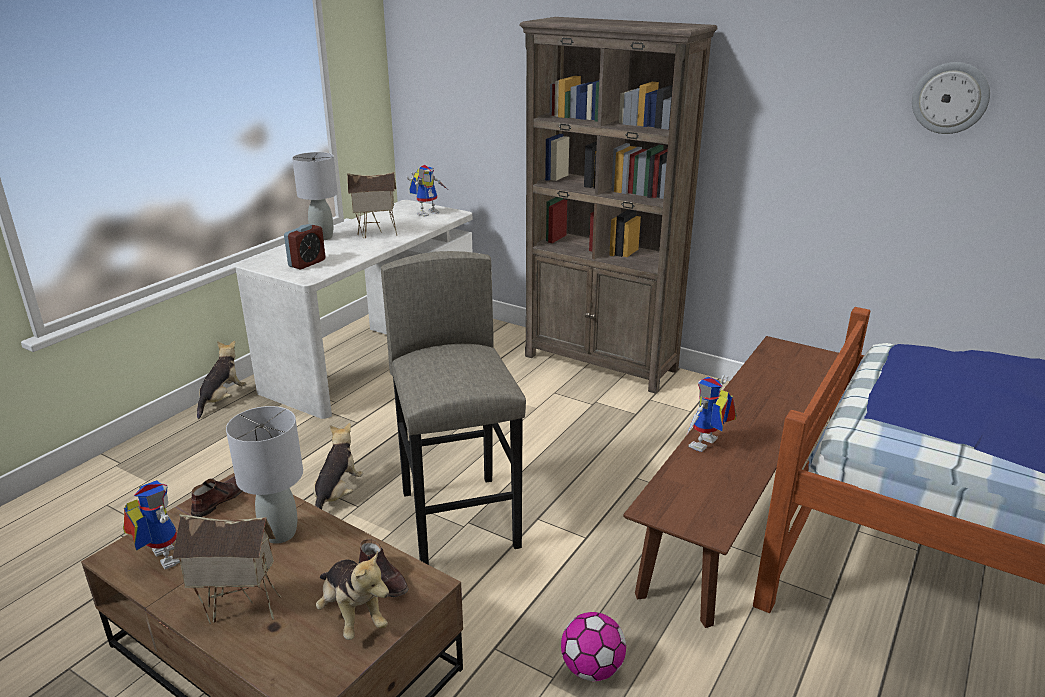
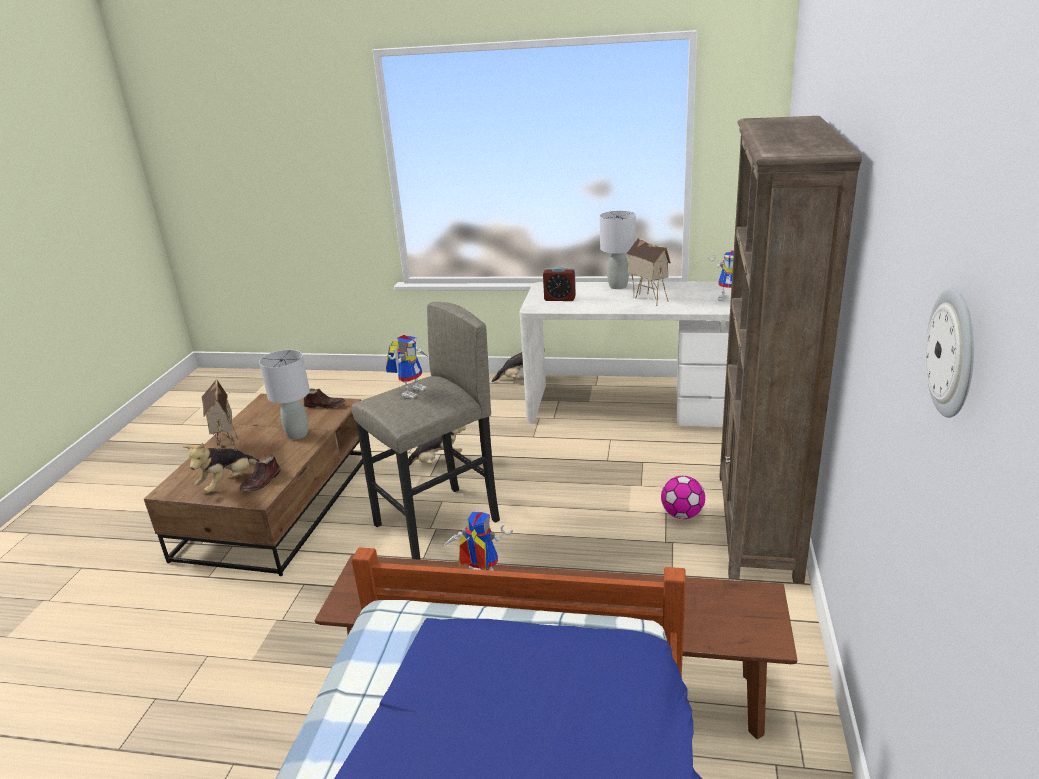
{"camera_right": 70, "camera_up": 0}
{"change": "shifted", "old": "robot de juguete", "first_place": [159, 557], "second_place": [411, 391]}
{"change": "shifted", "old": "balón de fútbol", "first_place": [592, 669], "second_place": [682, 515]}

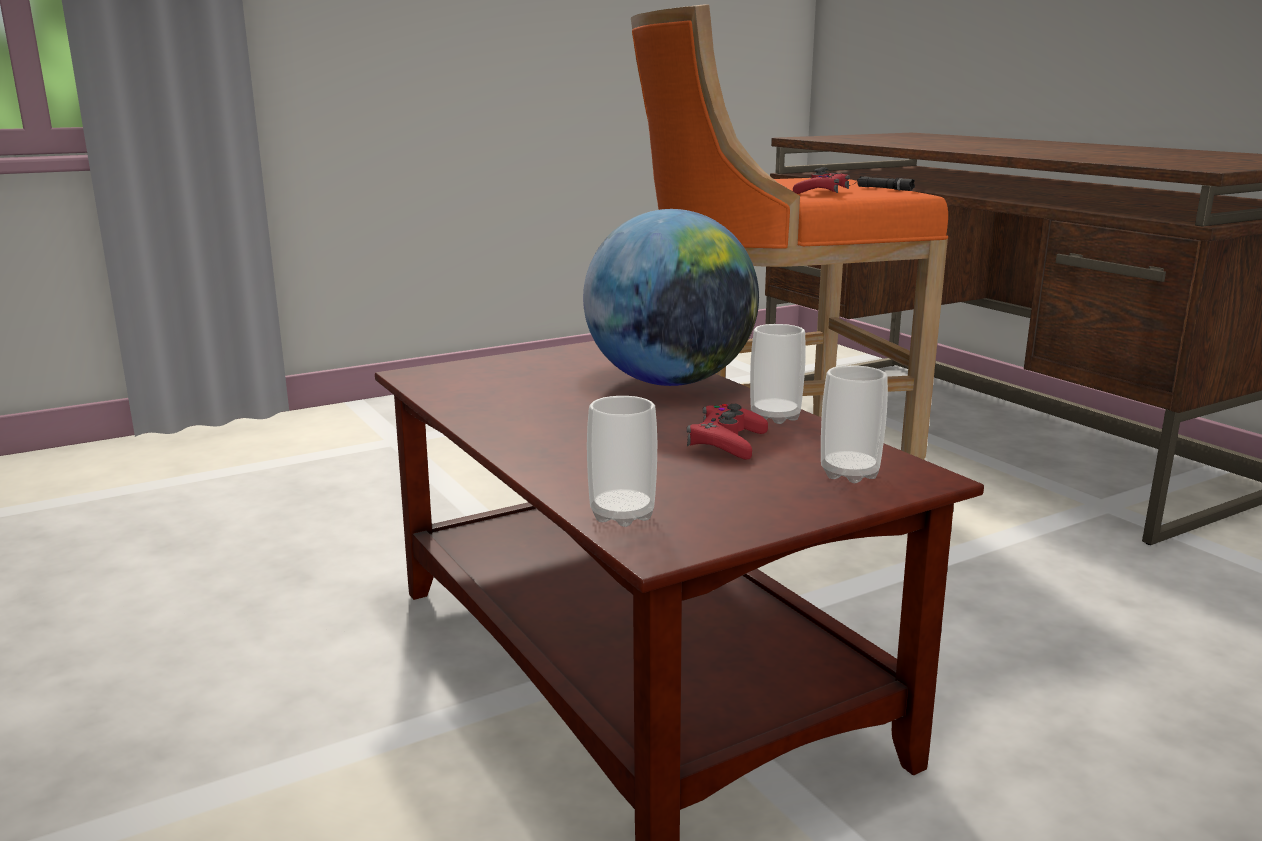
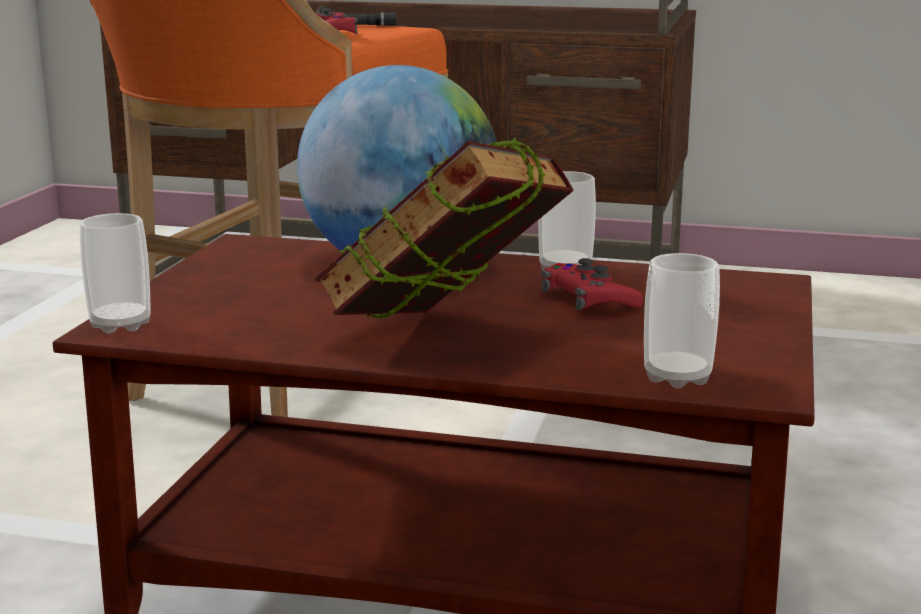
{"camera_right": -45, "camera_up": 0}
{"change": "shifted", "old": "taza", "first_place": [849, 473], "second_place": [120, 324]}
{"change": "new", "new": "libro", "second_place": [446, 337]}

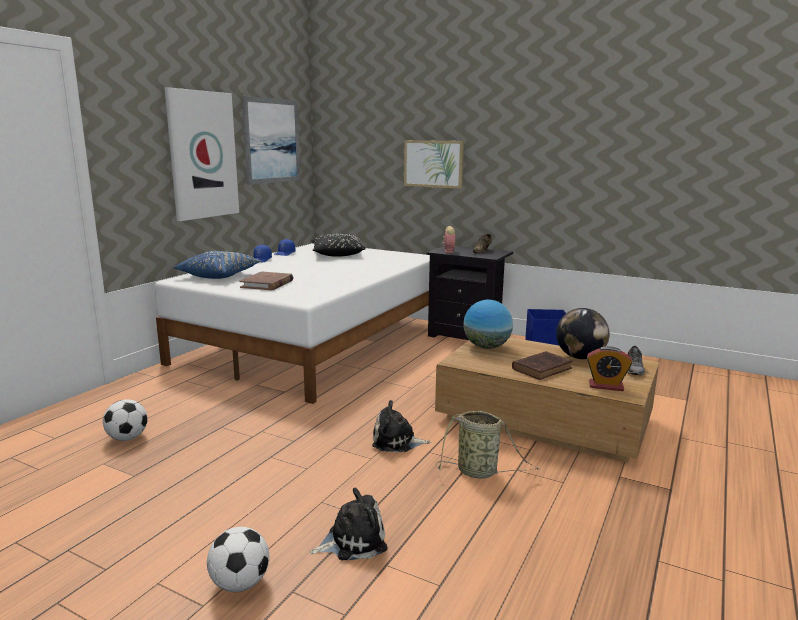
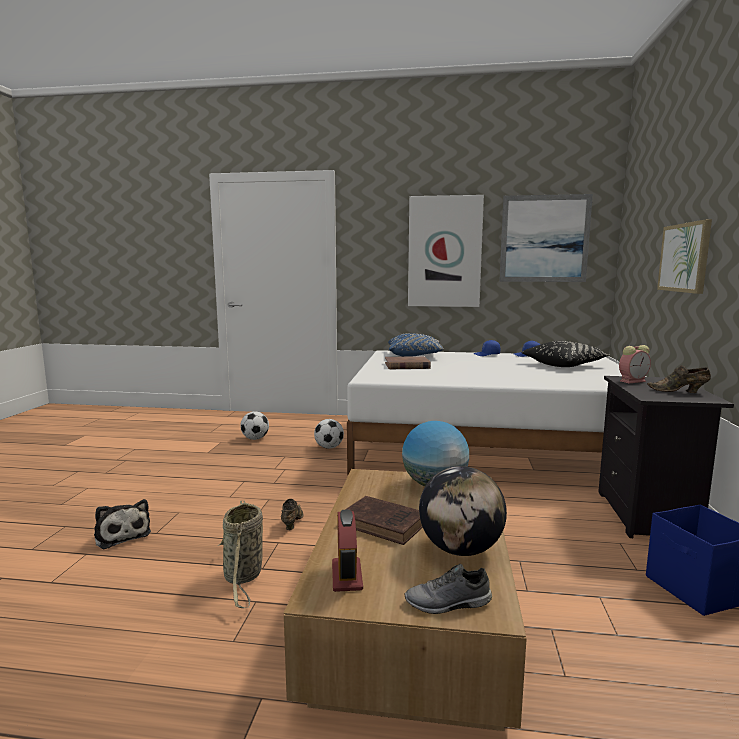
{"camera_right": 70, "camera_up": -5}
{"change": "swapped", "old": "peluche", "new": "zapato [marrón]", "first_place": [397, 442], "second_place": [292, 523]}
{"change": "shifted", "old": "balón de fútbol", "first_place": [240, 583], "second_place": [329, 447]}

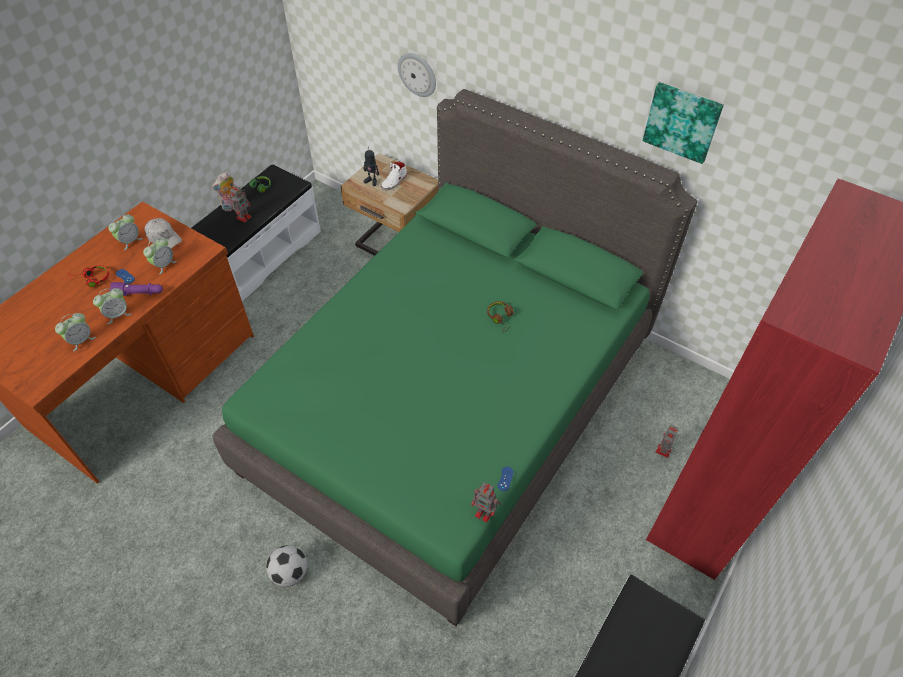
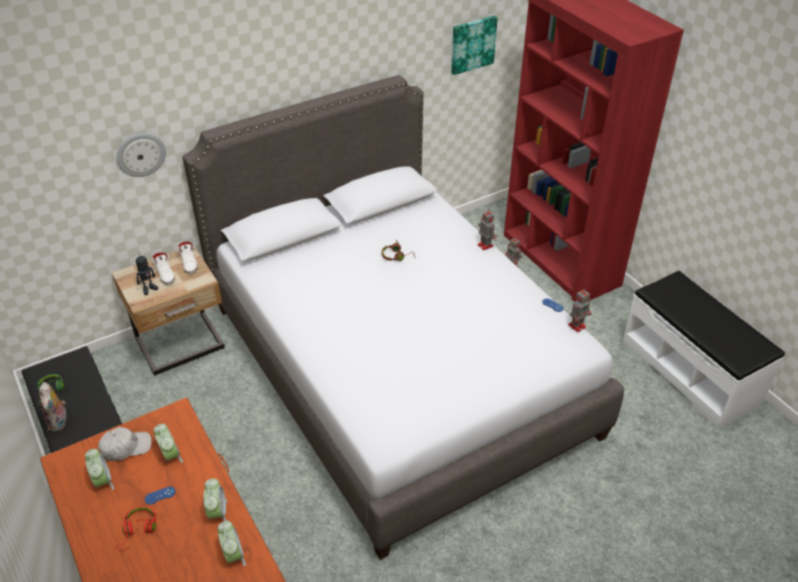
{"camera_right": -65, "camera_up": -10}
{"change": "new", "new": "zapato [blanco]", "second_place": [189, 263]}
{"change": "repainted", "old": "cama [verde]", "new": "cama [gris]", "first_place": [451, 404], "second_place": [397, 369]}
{"change": "shifted", "old": "cuadro", "first_place": [682, 121], "second_place": [472, 44]}
{"change": "shifted", "old": "robot de juguete", "first_place": [244, 217], "second_place": [485, 245]}
{"change": "gone", "old": "linterna [morado]", "first_place": [139, 293]}
{"change": "gone", "old": "balón de fútbol", "first_place": [290, 573]}

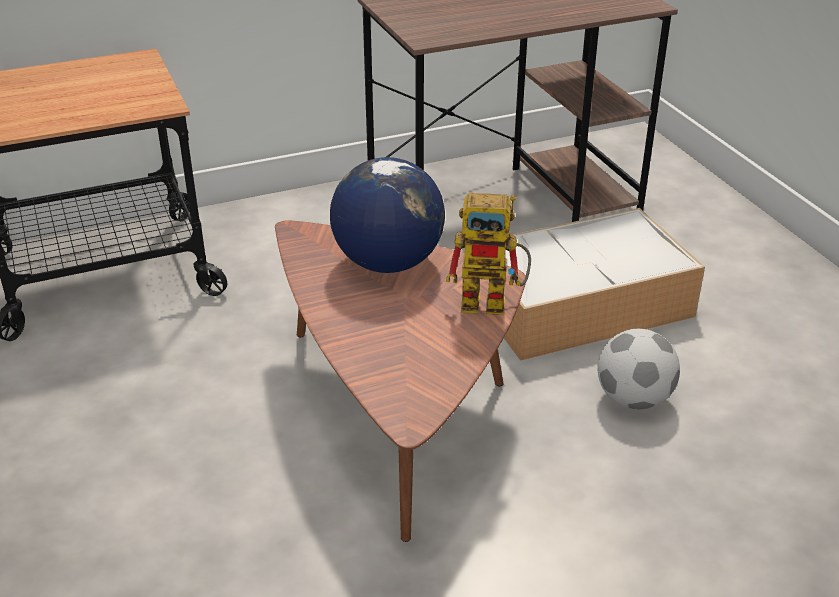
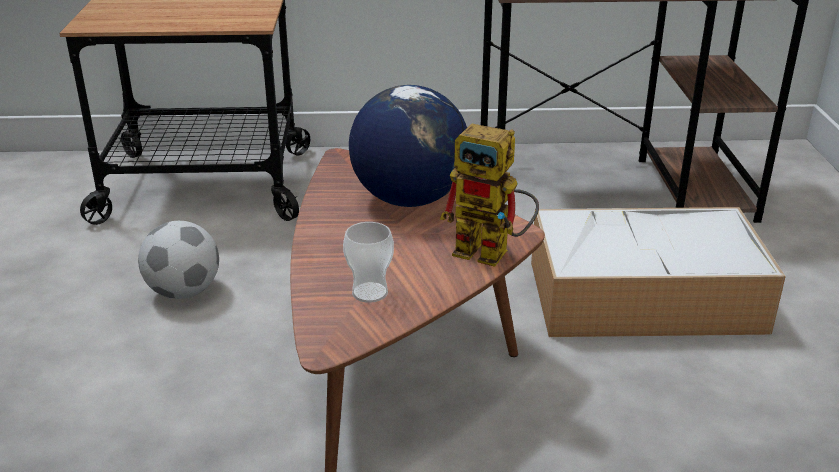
{"camera_right": 20, "camera_up": -5}
{"change": "shifted", "old": "balón de fútbol", "first_place": [633, 399], "second_place": [184, 292]}
{"change": "new", "new": "taza", "second_place": [370, 292]}

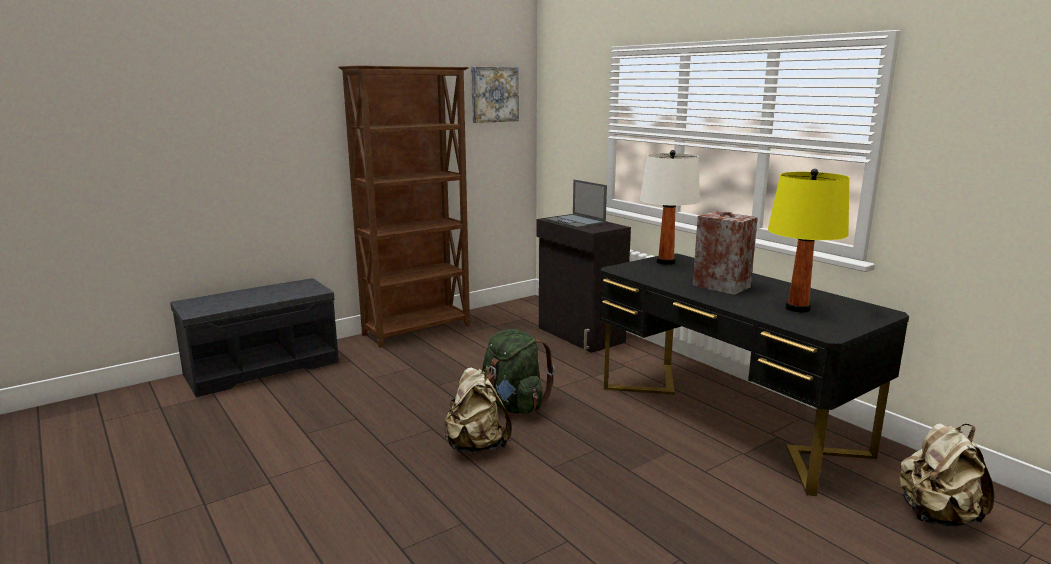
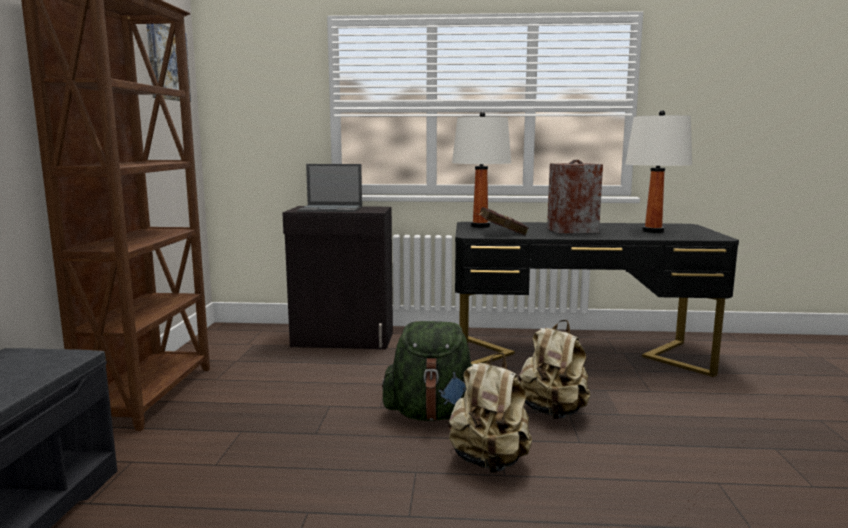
{"camera_right": -50, "camera_up": -5}
{"change": "new", "new": "libro [rojo]", "second_place": [500, 233]}
{"change": "shifted", "old": "mochila [beis]", "first_place": [936, 516], "second_place": [553, 412]}
{"change": "repainted", "old": "lámpara de mesa [amarillo]", "new": "lámpara de mesa [blanco]", "first_place": [798, 308], "second_place": [653, 231]}

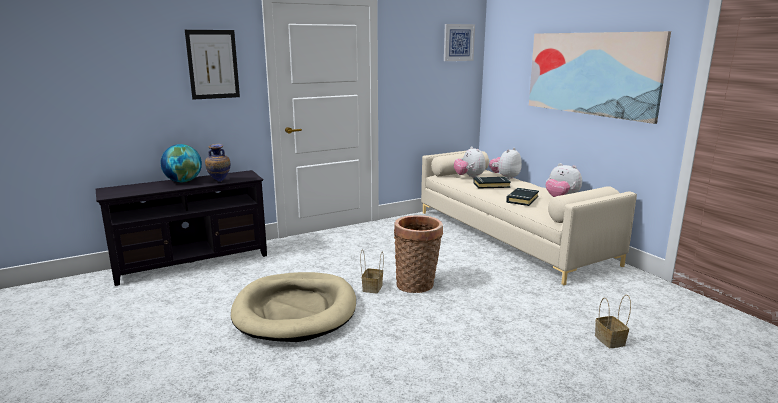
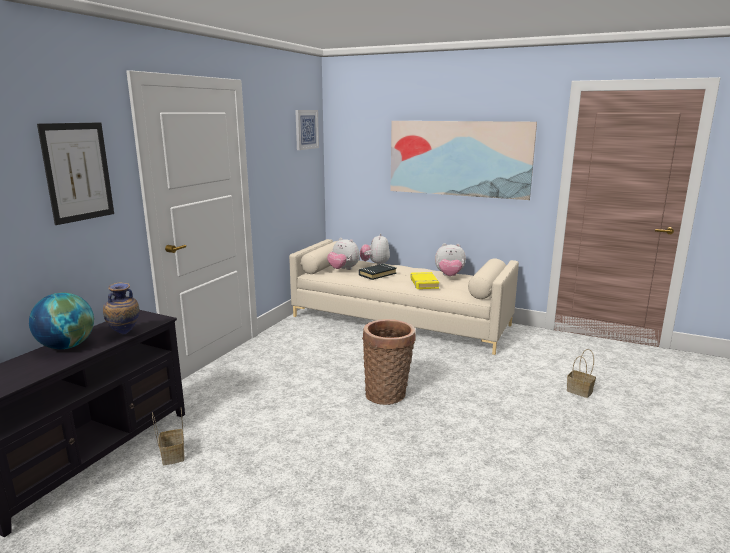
{"camera_right": -35, "camera_up": 0}
{"change": "shifted", "old": "cesta", "first_place": [372, 287], "second_place": [172, 455]}
{"change": "repainted", "old": "libro [negro]", "new": "libro [amarillo]", "first_place": [522, 199], "second_place": [424, 283]}
{"change": "gone", "old": "cama para perro [beis]", "first_place": [295, 310]}

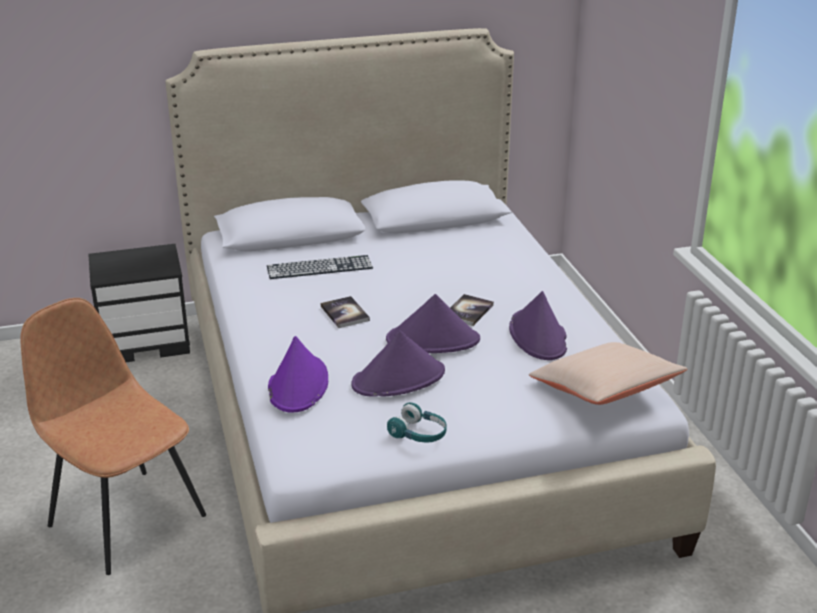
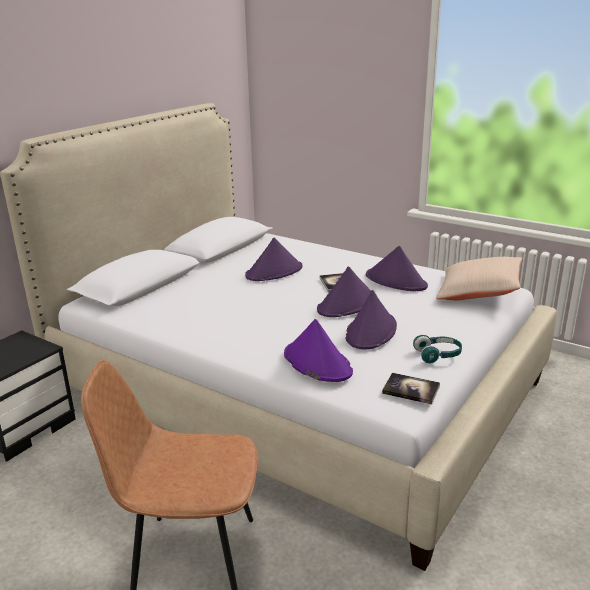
{"camera_right": -40, "camera_up": -5}
{"change": "new", "new": "sombrero [morado]", "second_place": [274, 272]}
{"change": "shifted", "old": "libro", "first_place": [345, 313], "second_place": [411, 389]}
{"change": "gone", "old": "teclado", "first_place": [319, 267]}

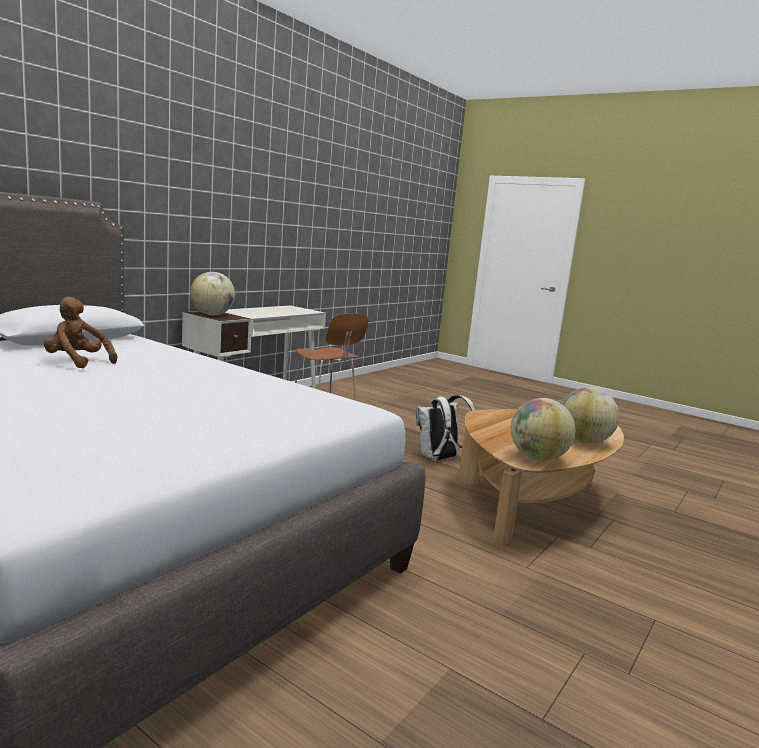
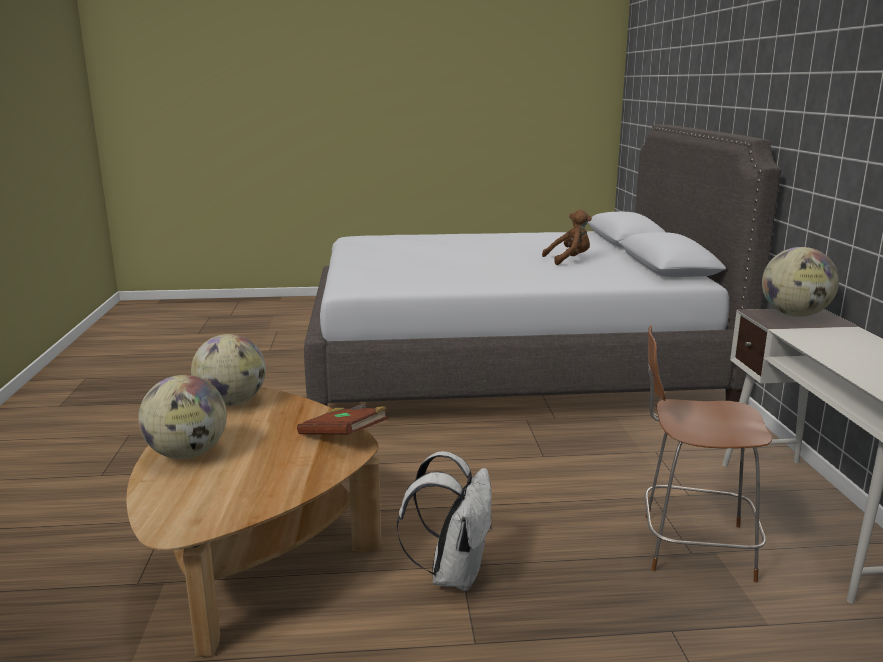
{"camera_right": 140, "camera_up": 5}
{"change": "new", "new": "libro [marrón]", "second_place": [344, 437]}

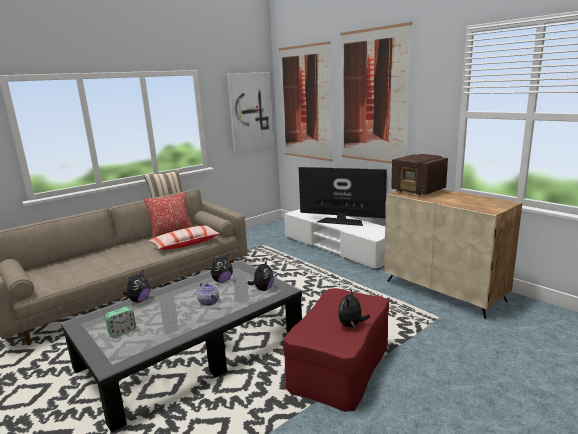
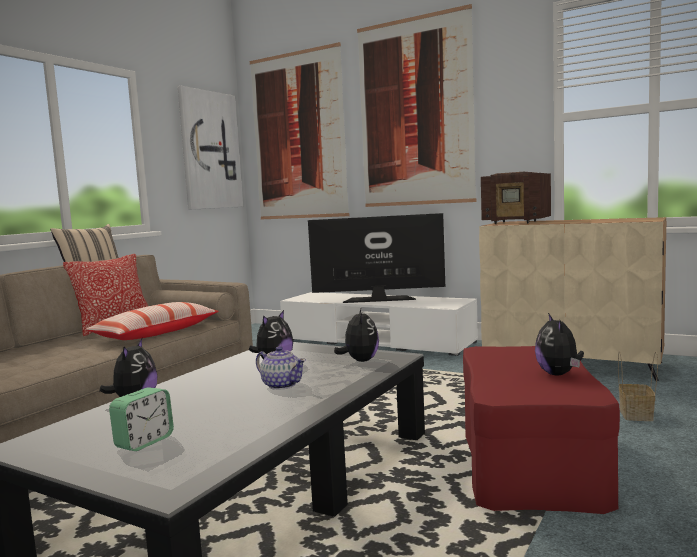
{"camera_right": -20, "camera_up": -10}
{"change": "new", "new": "cesta", "second_place": [637, 415]}

